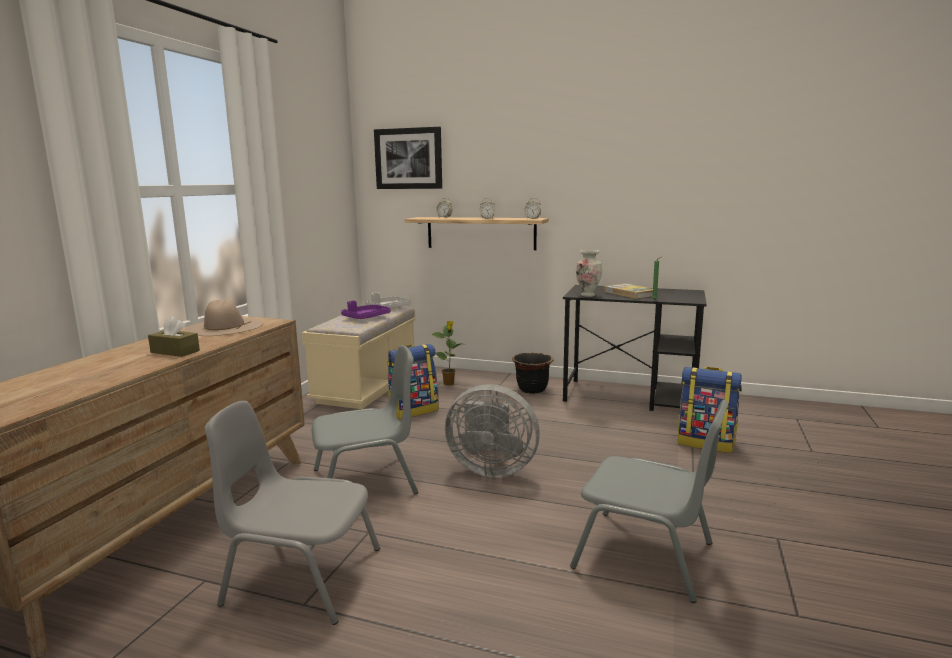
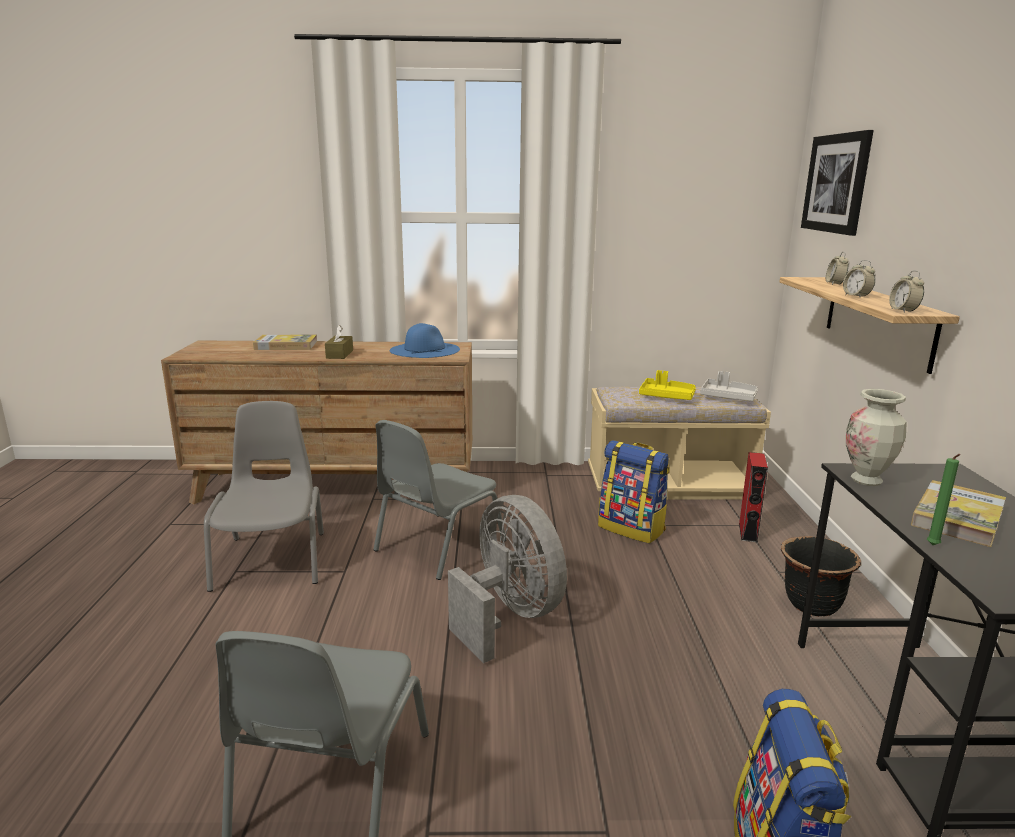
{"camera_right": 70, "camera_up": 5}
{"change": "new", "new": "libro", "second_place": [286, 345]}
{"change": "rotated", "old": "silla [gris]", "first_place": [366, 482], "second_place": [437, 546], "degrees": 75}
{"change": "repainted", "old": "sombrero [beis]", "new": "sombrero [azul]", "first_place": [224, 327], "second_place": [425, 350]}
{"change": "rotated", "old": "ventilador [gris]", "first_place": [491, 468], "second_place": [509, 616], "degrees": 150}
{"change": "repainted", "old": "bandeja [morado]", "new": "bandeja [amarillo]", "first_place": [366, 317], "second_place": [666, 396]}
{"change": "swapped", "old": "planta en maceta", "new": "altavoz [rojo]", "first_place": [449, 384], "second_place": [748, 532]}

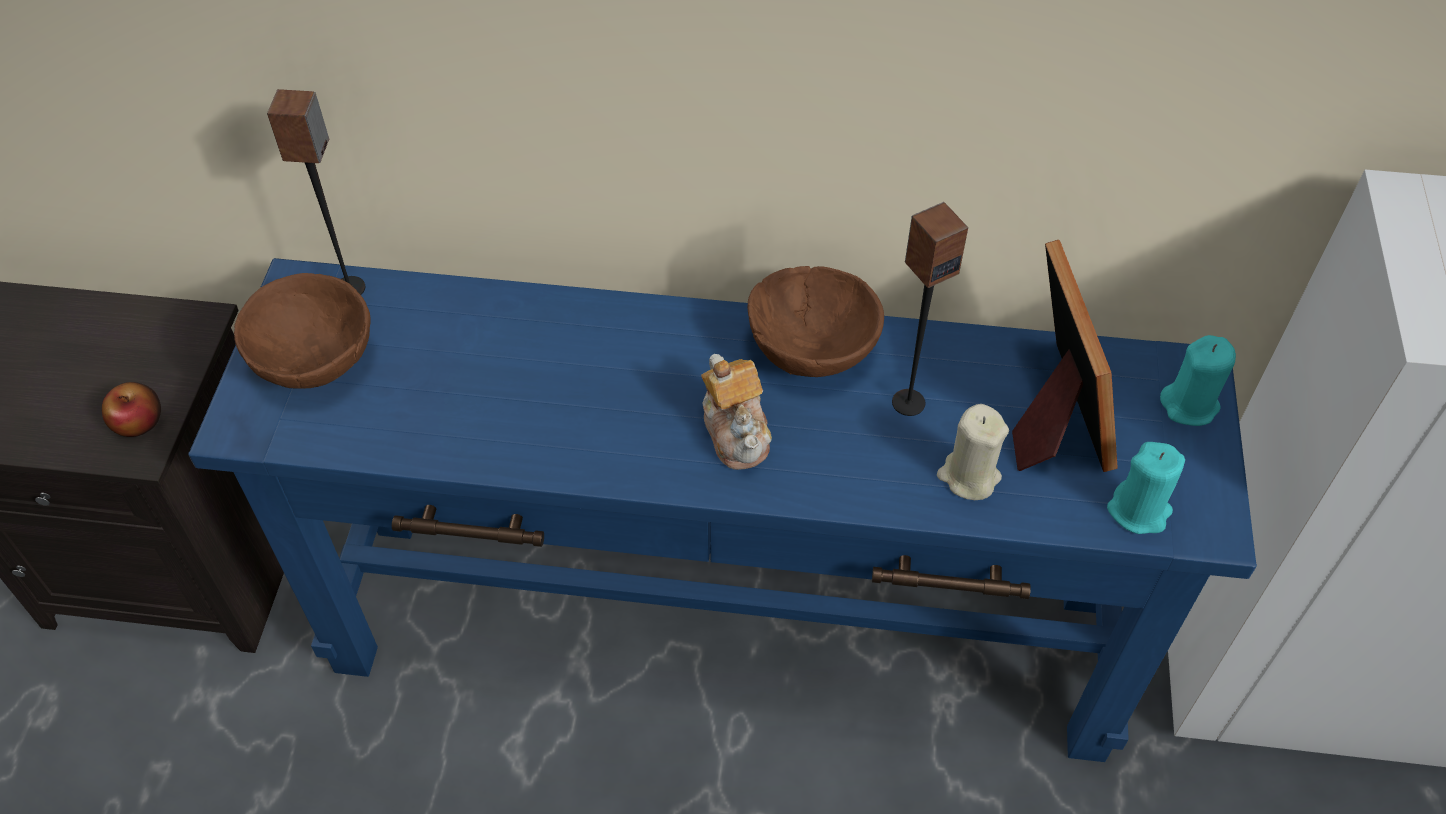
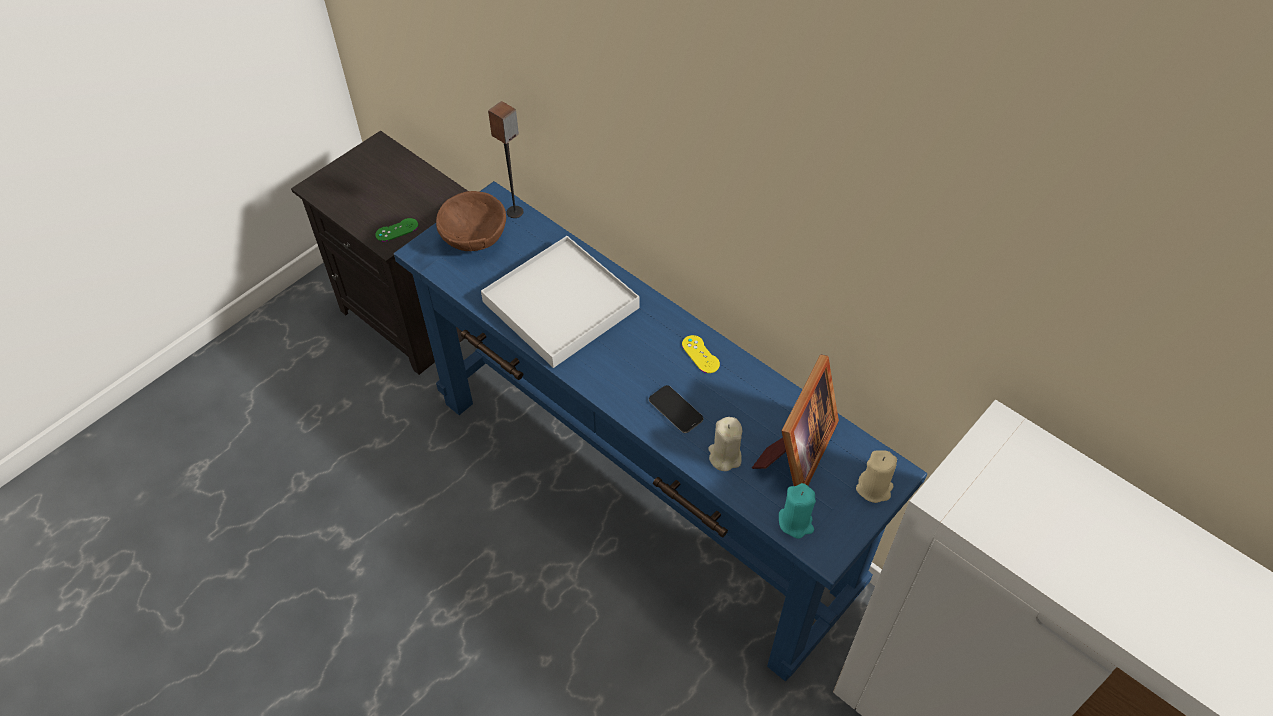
{"camera_right": 35, "camera_up": 0}
{"change": "swapped", "old": "manzana", "new": "mando de consola [verde]", "first_place": [139, 422], "second_place": [397, 230]}
{"change": "new", "new": "bandeja [blanco]", "second_place": [561, 304]}
{"change": "new", "new": "móvil", "second_place": [675, 410]}
{"change": "swapped", "old": "cuenco [marrón]", "new": "mando de consola [amarillo]", "first_place": [810, 352], "second_place": [700, 354]}
{"change": "repainted", "old": "vela [turquesa]", "new": "vela [beis]", "first_place": [1189, 405], "second_place": [874, 488]}
{"change": "gone", "old": "tetera", "first_place": [737, 431]}
{"change": "gone", "old": "altavoz", "first_place": [908, 402]}

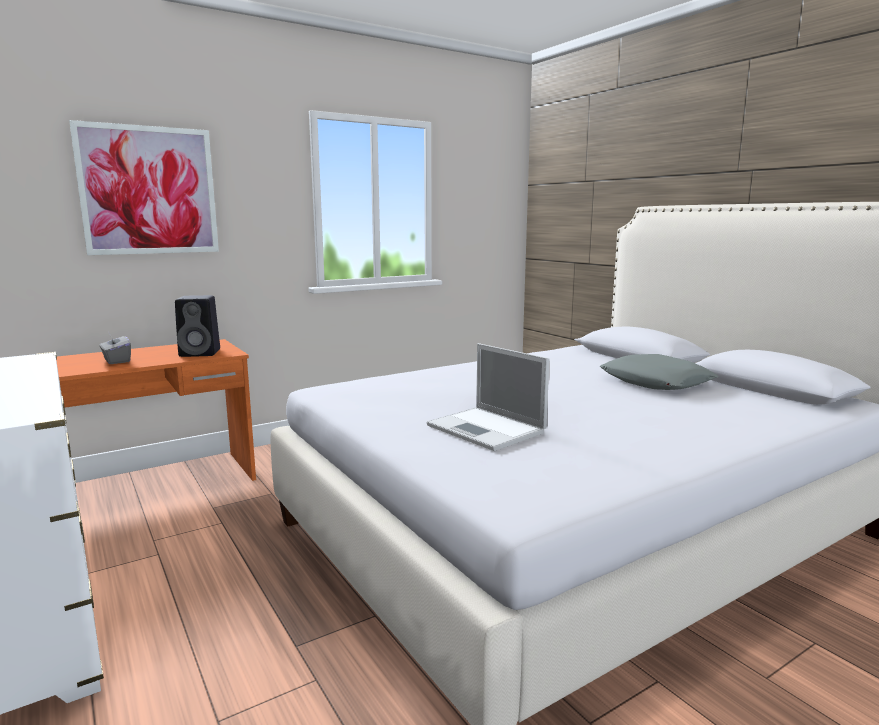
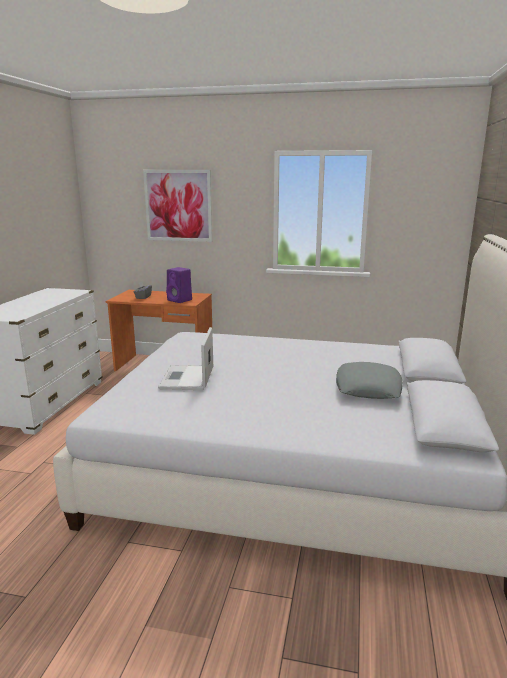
{"camera_right": 45, "camera_up": 5}
{"change": "repainted", "old": "altavoz [negro]", "new": "altavoz [morado]", "first_place": [201, 353], "second_place": [180, 300]}

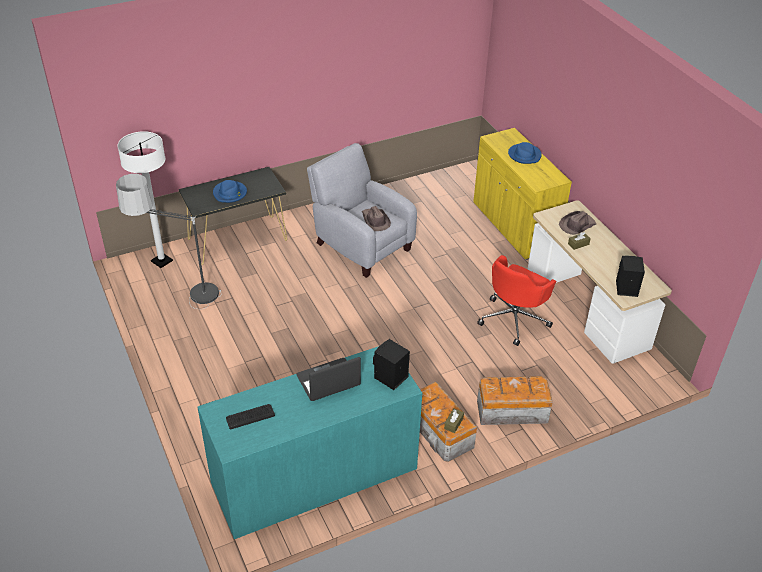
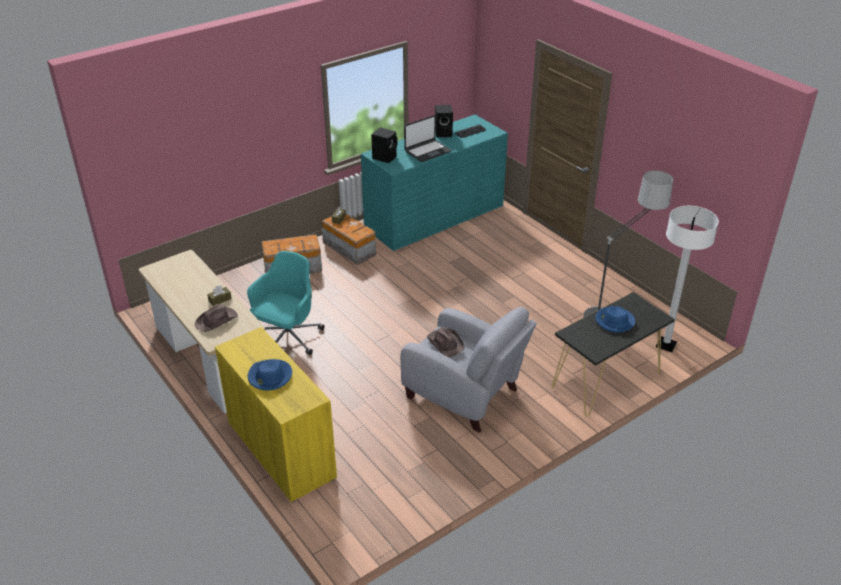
{"camera_right": 170, "camera_up": -5}
{"change": "repainted", "old": "silla de oficina [rojo]", "new": "silla de oficina [turquesa]", "first_place": [514, 319], "second_place": [287, 338]}
{"change": "shifted", "old": "altavoz [negro]", "first_place": [625, 288], "second_place": [444, 133]}

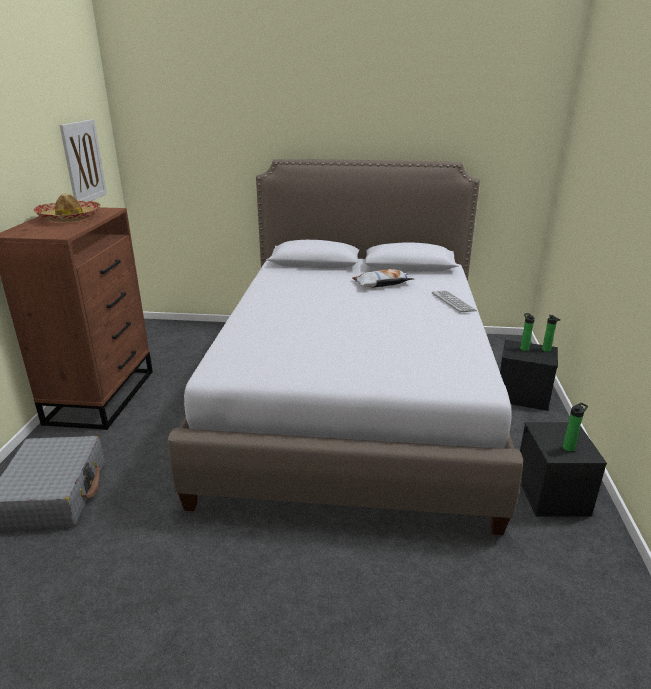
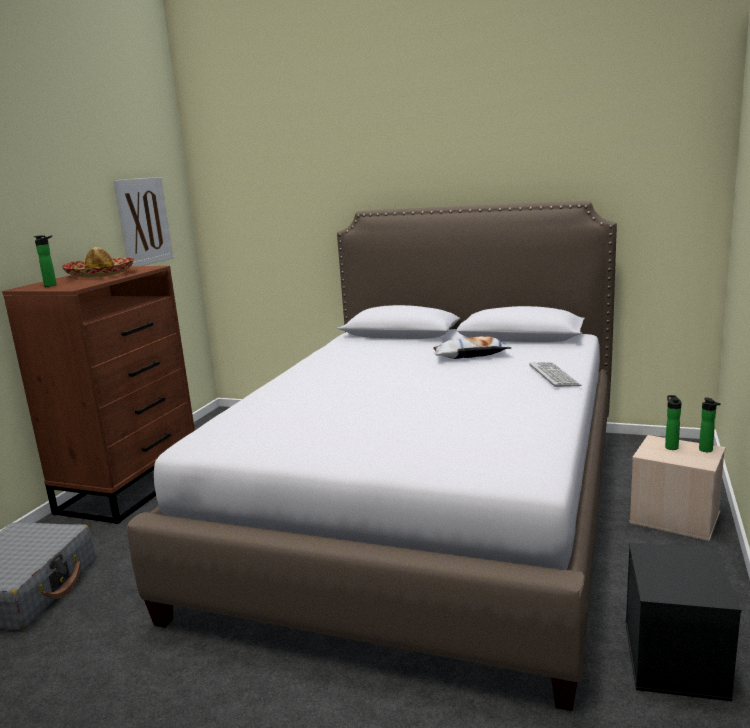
{"camera_right": 15, "camera_up": -10}
{"change": "shifted", "old": "botella", "first_place": [569, 447], "second_place": [52, 285]}
{"change": "repainted", "old": "caja de almacenaje [negro]", "new": "caja de almacenaje [beis]", "first_place": [521, 395], "second_place": [673, 518]}

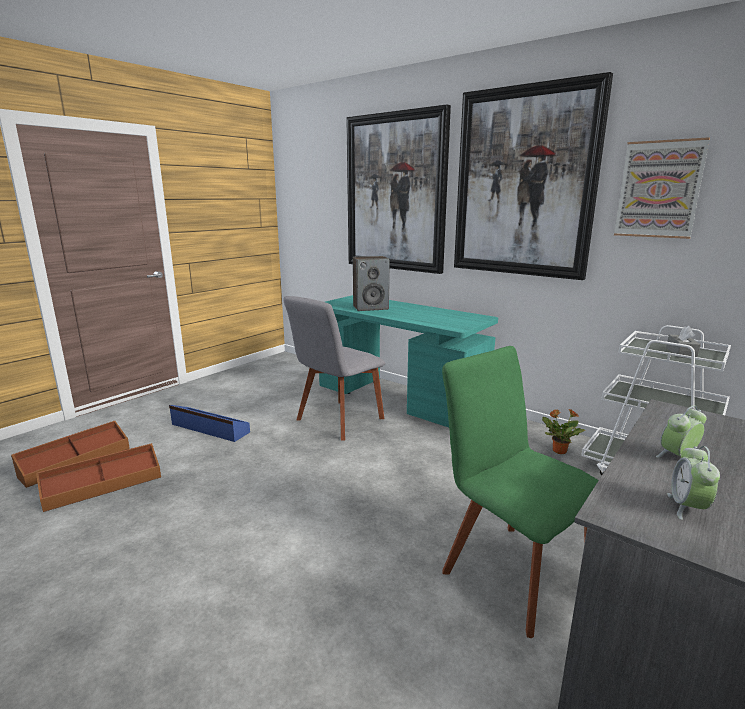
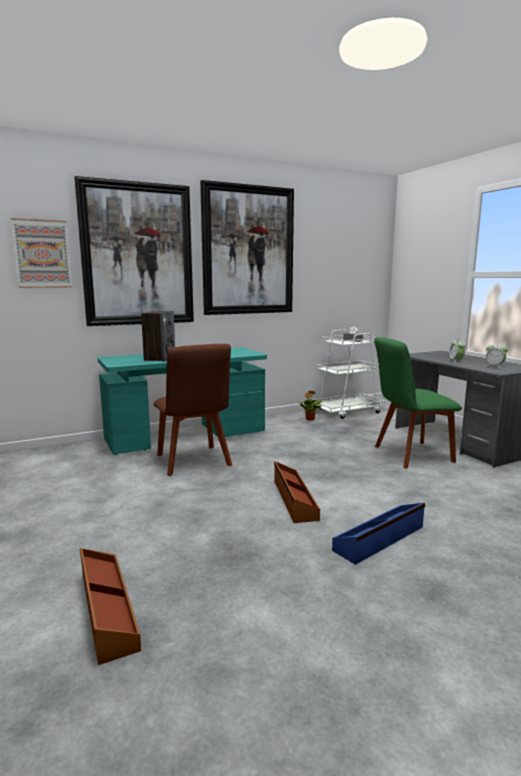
{"camera_right": -65, "camera_up": -5}
{"change": "shifted", "old": "cuadro", "first_place": [659, 189], "second_place": [42, 254]}
{"change": "repainted", "old": "silla [gris]", "new": "silla [marrón]", "first_place": [337, 421], "second_place": [194, 462]}
{"change": "shifted", "old": "caja de almacenaje [marrón]", "first_place": [103, 486], "second_place": [293, 499]}
{"change": "shifted", "old": "caja de almacenaje [azul]", "first_place": [209, 428], "second_place": [380, 539]}

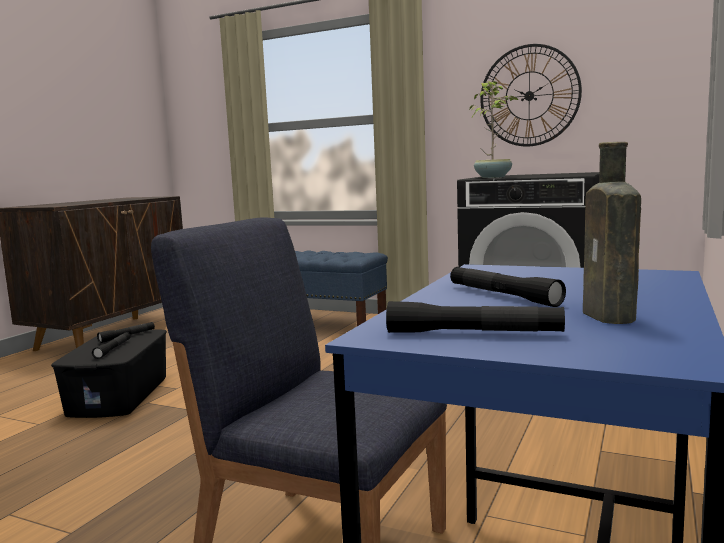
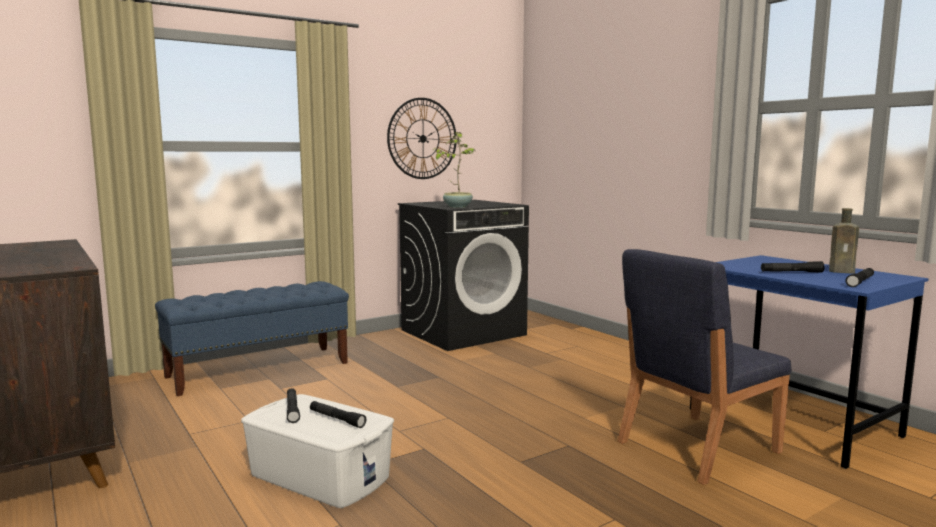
{"camera_right": -60, "camera_up": 0}
{"change": "repainted", "old": "caja de almacenaje [negro]", "new": "caja de almacenaje [blanco]", "first_place": [120, 395], "second_place": [320, 475]}

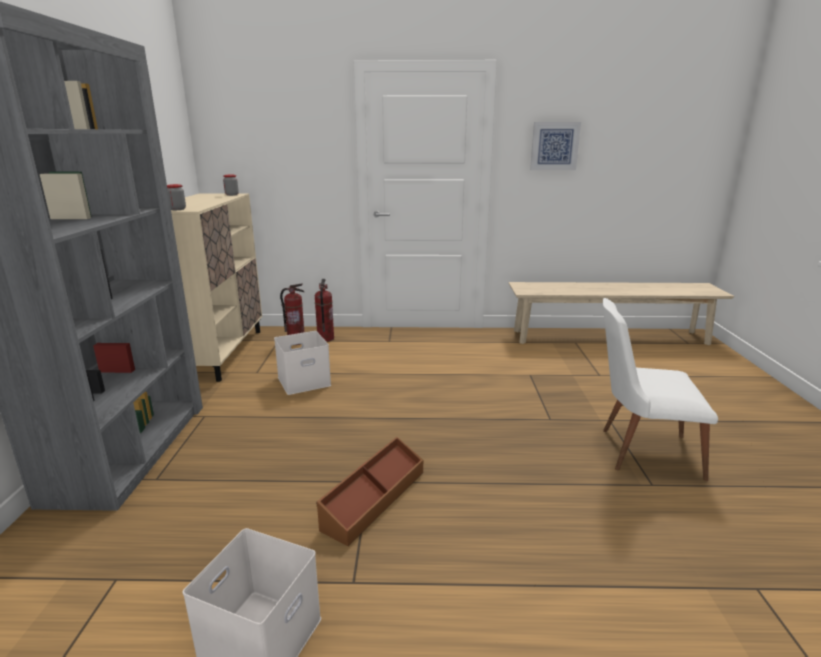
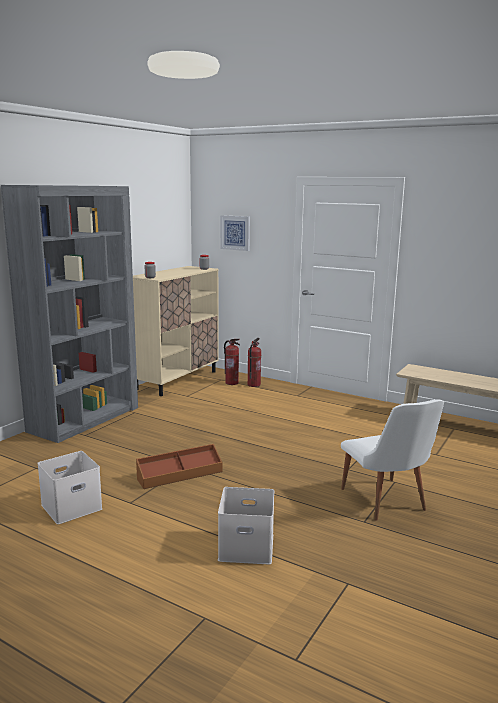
{"camera_right": 30, "camera_up": -5}
{"change": "shifted", "old": "caja de almacenaje [blanco]", "first_place": [304, 380], "second_place": [247, 546]}
{"change": "shifted", "old": "cuadro", "first_place": [554, 146], "second_place": [235, 233]}
{"change": "rotated", "old": "silla [blanco]", "first_place": [639, 450], "second_place": [386, 503], "degrees": -150}

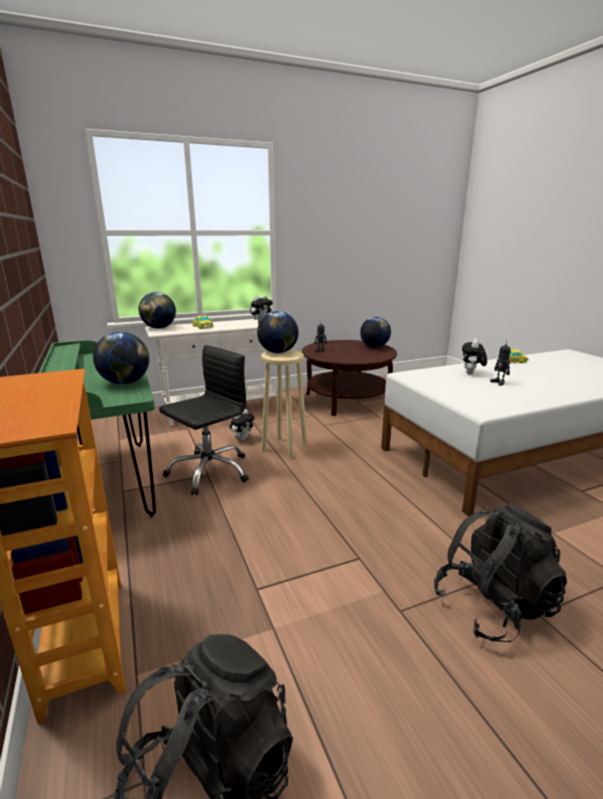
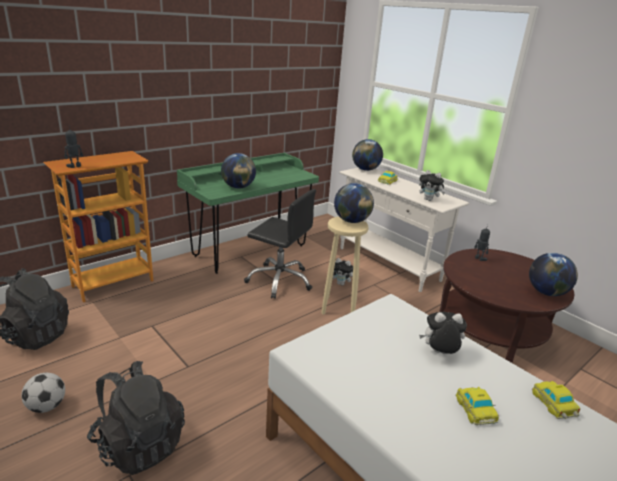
{"camera_right": 70, "camera_up": 5}
{"change": "new", "new": "balón de fútbol", "second_place": [47, 406]}
{"change": "shifted", "old": "robot de juguete", "first_place": [499, 382], "second_place": [75, 166]}
{"change": "new", "new": "coche de juguete", "second_place": [475, 409]}

